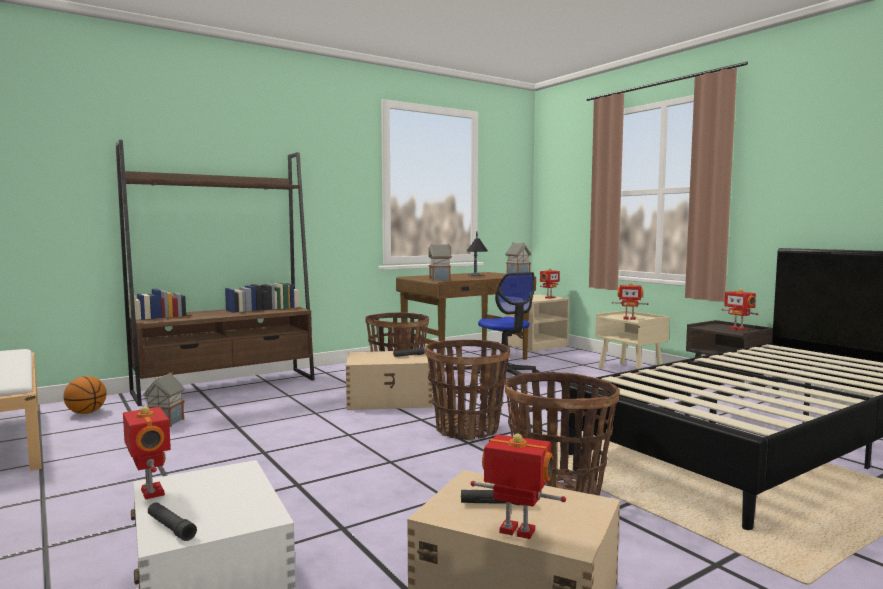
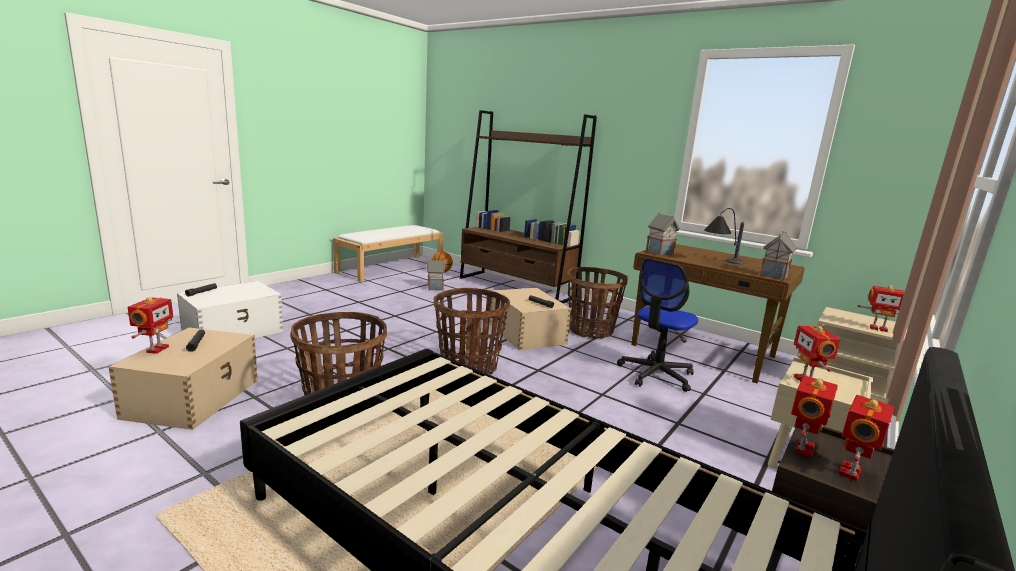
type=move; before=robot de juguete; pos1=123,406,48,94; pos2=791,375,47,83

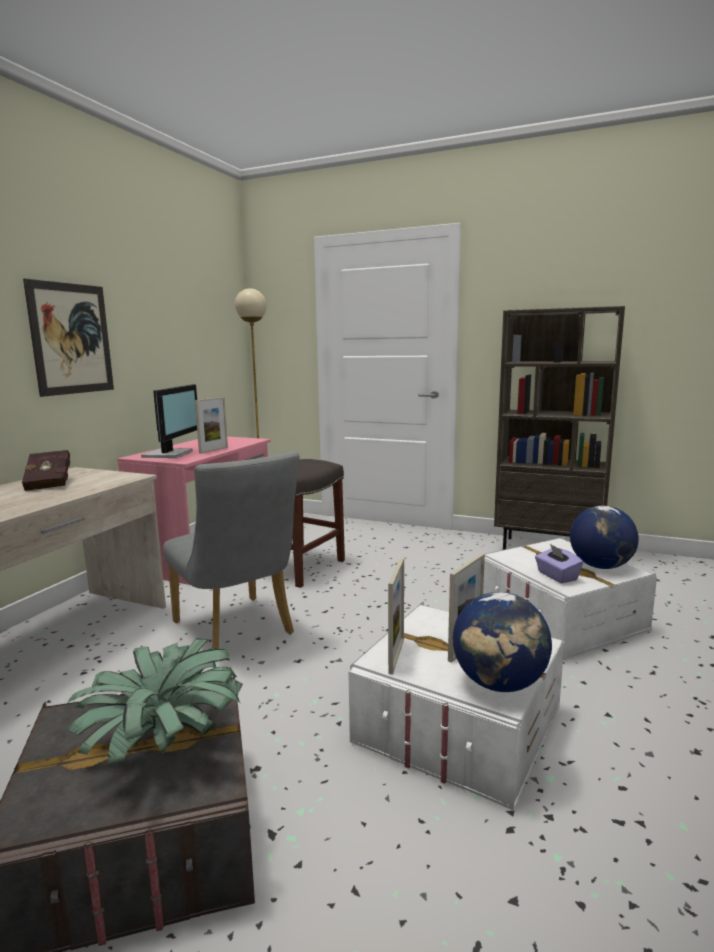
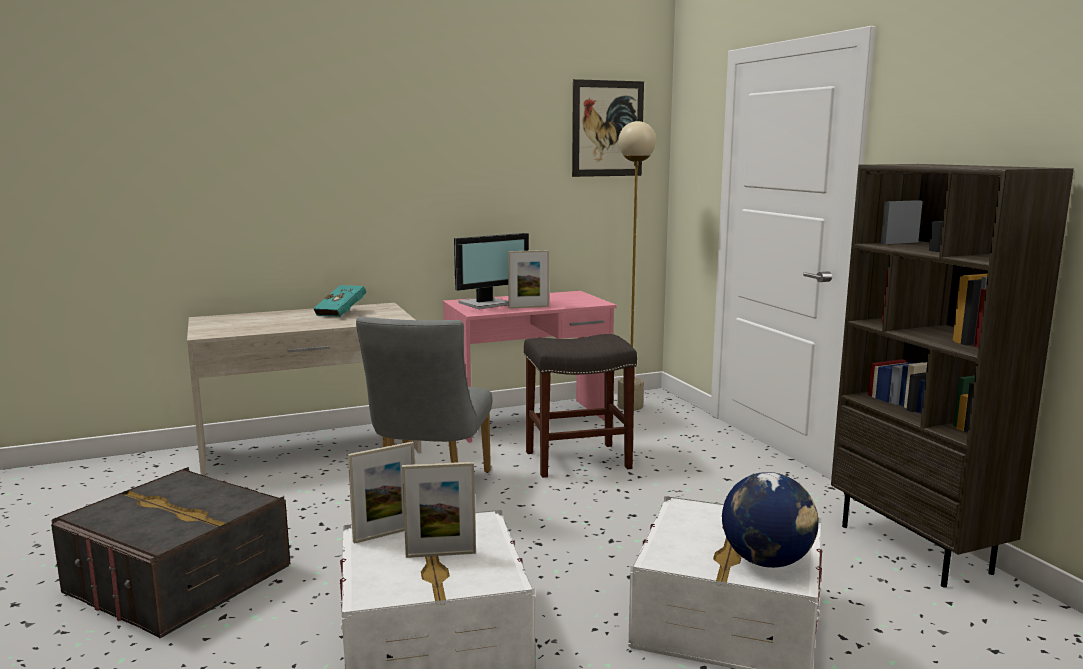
type=delete; before=planta en maceta; pos1=67,638,176,126
type=delete; before=globo terráqueo; pos1=453,592,99,100
type=delete; before=caja de pañuelos/morado; pos1=535,544,48,39
type=move; before=cuadro; pos1=23,279,91,118; pos2=572,79,72,98
type=recolor; before=libro/rojo; after=libro/turquesa; pos1=22,450,48,41; pos2=313,285,53,32

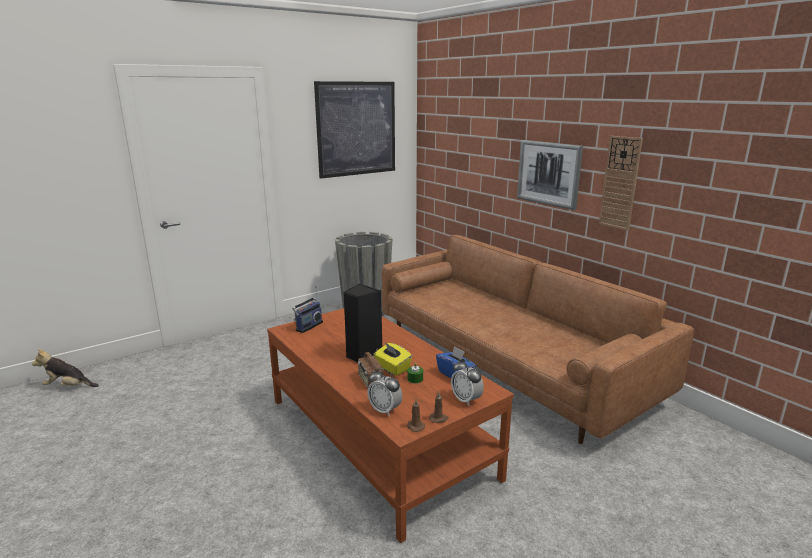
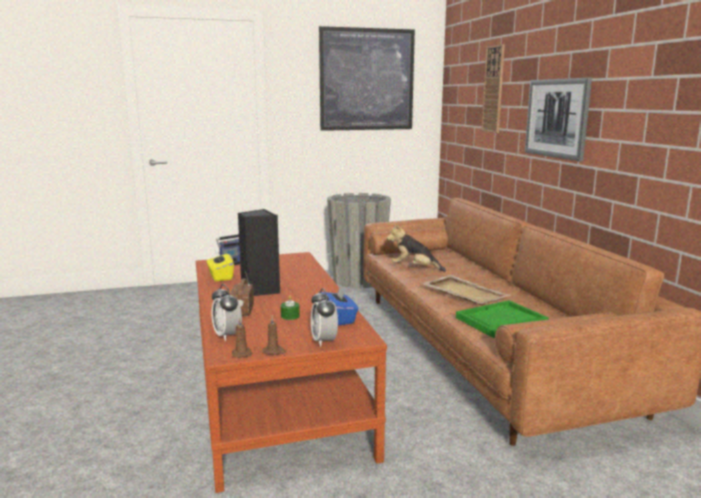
type=insert; after=bandeja/beis; pos2=420,275,92,31
type=insert; after=bandeja/verde; pos2=456,300,93,38
type=move; before=peluche; pos1=32,349,67,38; pos2=387,223,59,49
type=move; before=caja de pañuelos/amarillo; pos1=374,343,38,33; pos2=207,251,27,31
type=move; before=reloj de pared; pos1=599,136,44,95; pos2=481,44,24,89

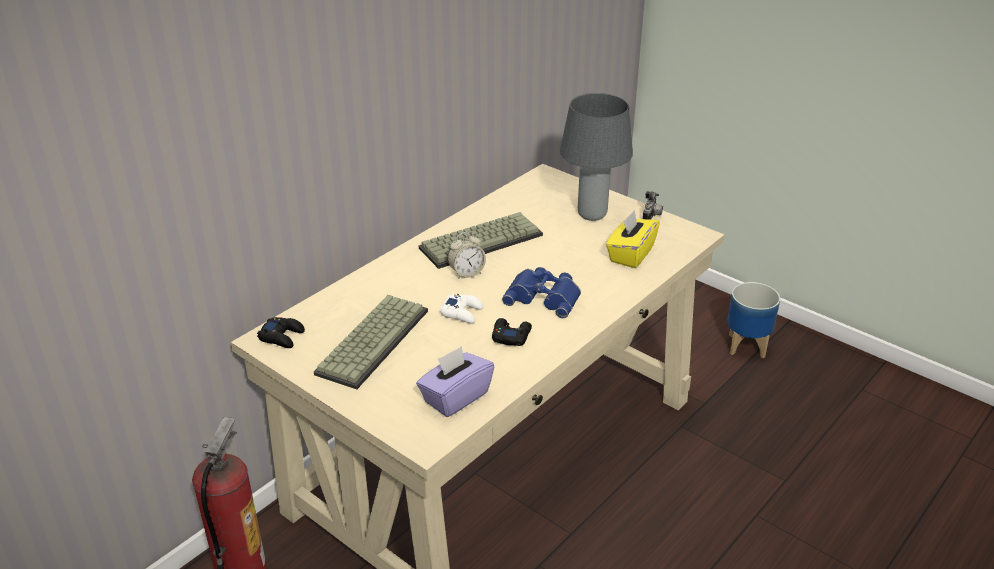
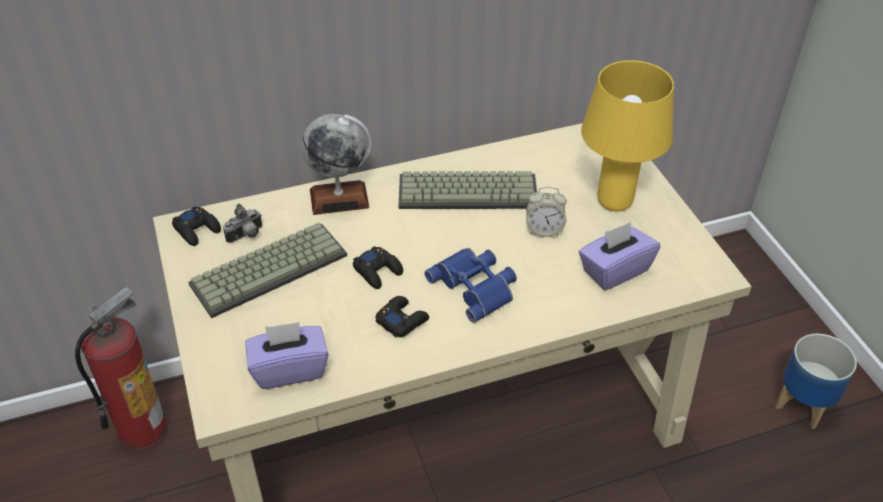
type=insert; after=globo terráqueo; pos2=302,114,69,101
type=move; before=despertador; pos1=448,232,38,48; pos2=526,187,41,50
type=move; before=cámara; pos1=643,191,20,29; pos2=223,204,39,39
type=recolor; before=mando de consola/blanco; after=mando de consola/negro; pos1=440,294,43,30; pos2=353,246,50,43
type=recolor; before=lámpara de mesa/gris; after=lámpara de mesa/amarillo; pos1=560,93,73,128; pos2=581,60,93,152
type=recolor; before=caja de pañuelos/amarillo; after=caja de pañuelos/morado; pos1=606,210,54,58; pos2=579,222,82,68

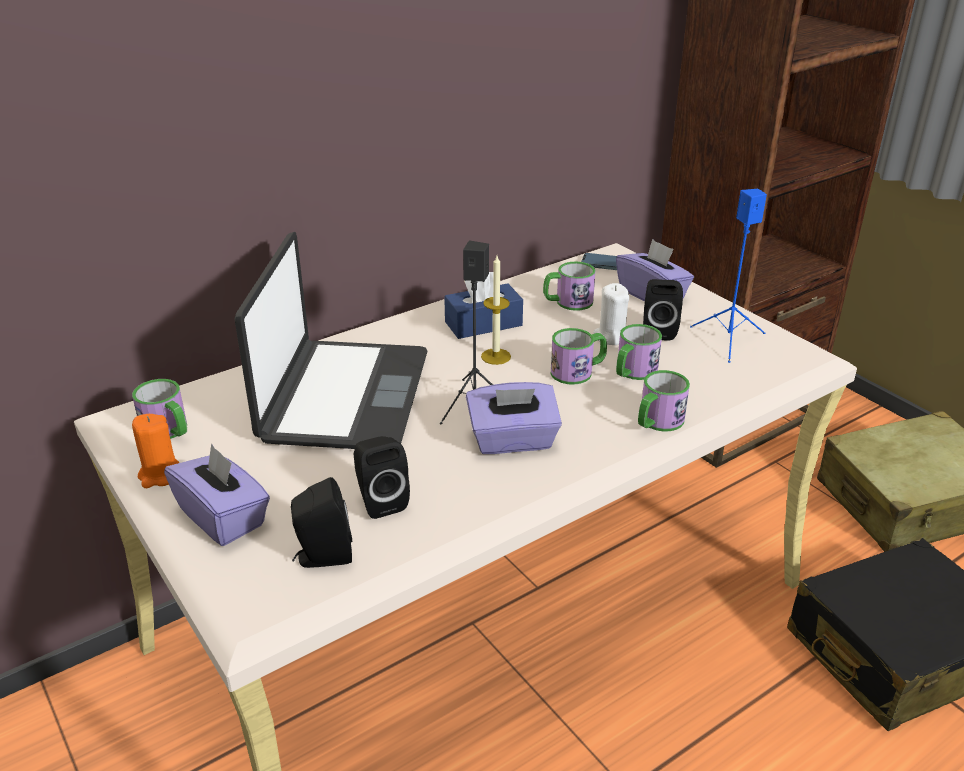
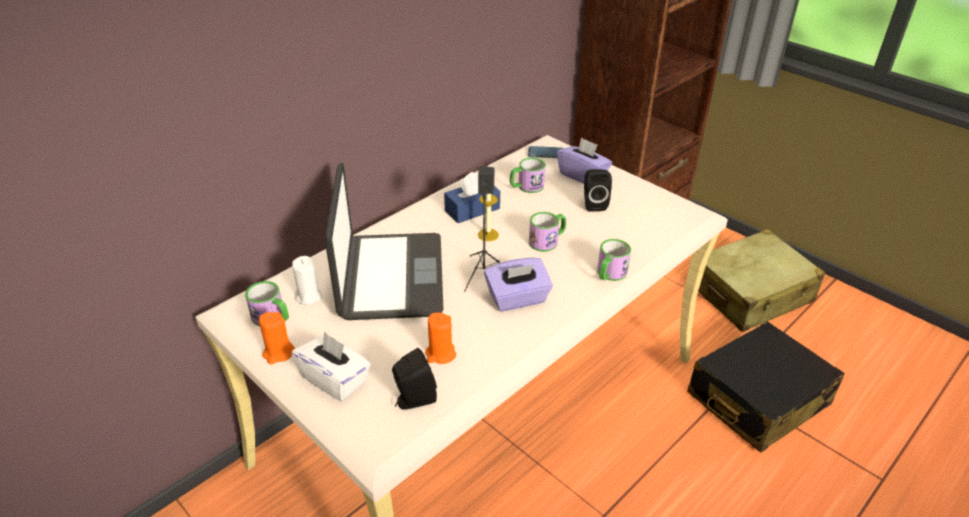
type=delete; before=taza grande; pos1=616,324,46,56
type=delete; before=altavoz/azul; pos1=690,189,77,174
type=move; before=vela/blanco; pos1=593,283,36,62; pos2=292,256,30,49
type=replace; before=altavoz/negro; after=vela/naranja; pos1=354,436,56,83; pos2=425,313,31,51
type=recolor; before=caja de pañuelos/morado; after=caja de pañuelos/blanco; pos1=164,443,106,103; pos2=291,331,80,70

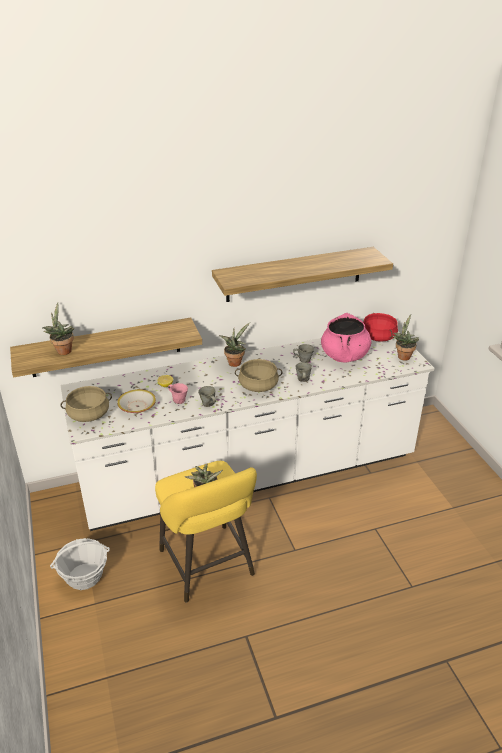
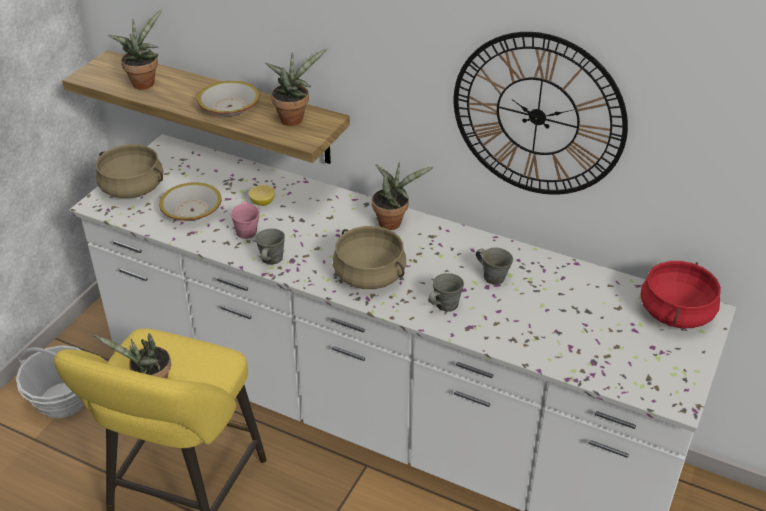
type=delete; before=olla/rosa; pos1=321,313,51,50
type=insert; after=cuenco; pos2=197,81,63,36
type=move; before=planta en maceta; pos1=393,314,26,47; pos2=265,48,62,78
type=replace; before=estante; after=reloj de pared; pos1=212,247,181,55; pos2=454,32,174,163

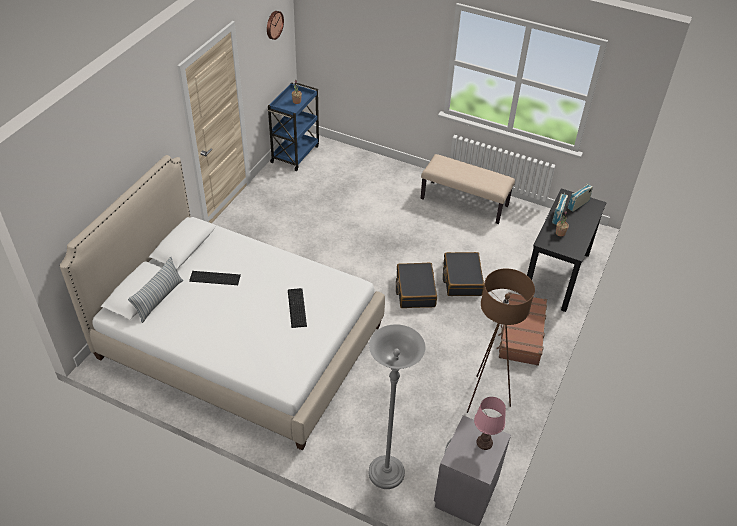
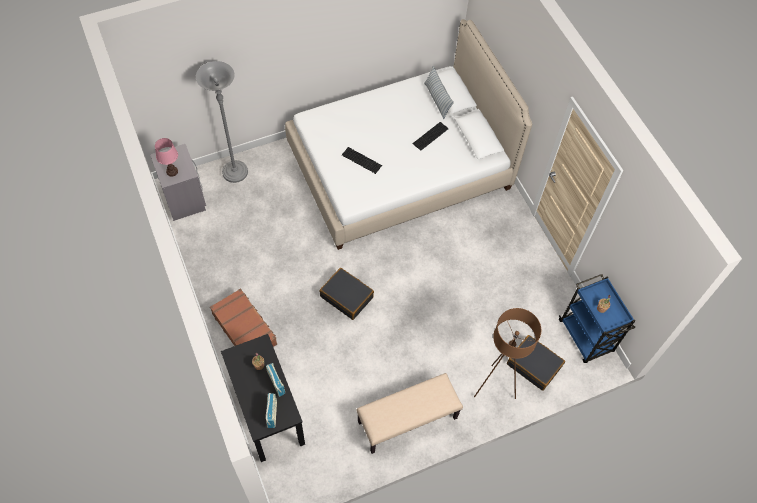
type=delete; before=reloj de pared; pos1=267,11,17,29
type=move; before=maleta/negro; pos1=443,252,41,44; pos2=507,335,58,56
type=move; before=lámpara de pie/marrón; pos1=467,268,68,145; pos2=474,308,67,91

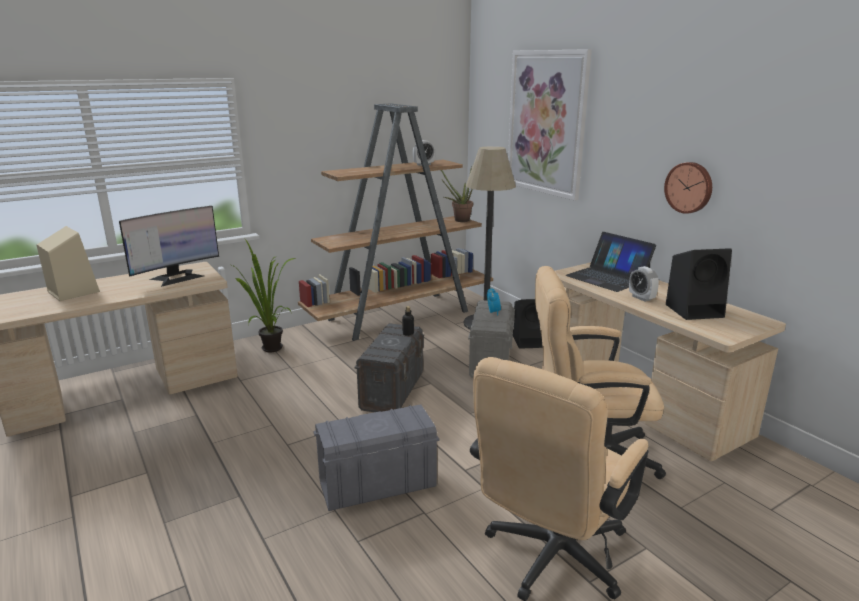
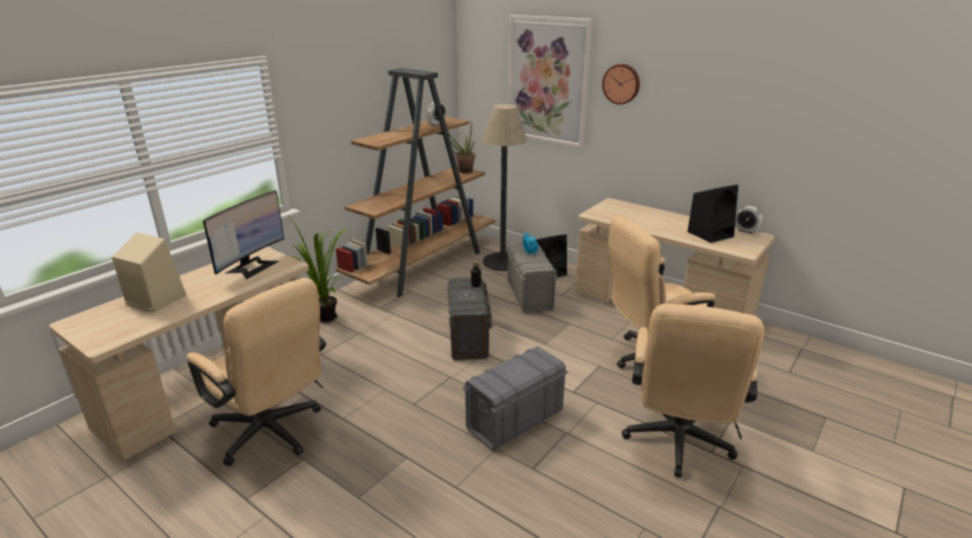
type=delete; before=portátil; pos1=565,232,91,60
type=insert; after=silla de oficina/beis; pos2=187,278,139,188
type=move; before=despertador; pos1=629,266,30,36; pos2=735,206,27,28
type=move; before=reloj de pared; pos1=664,162,48,52; pos2=602,64,38,41

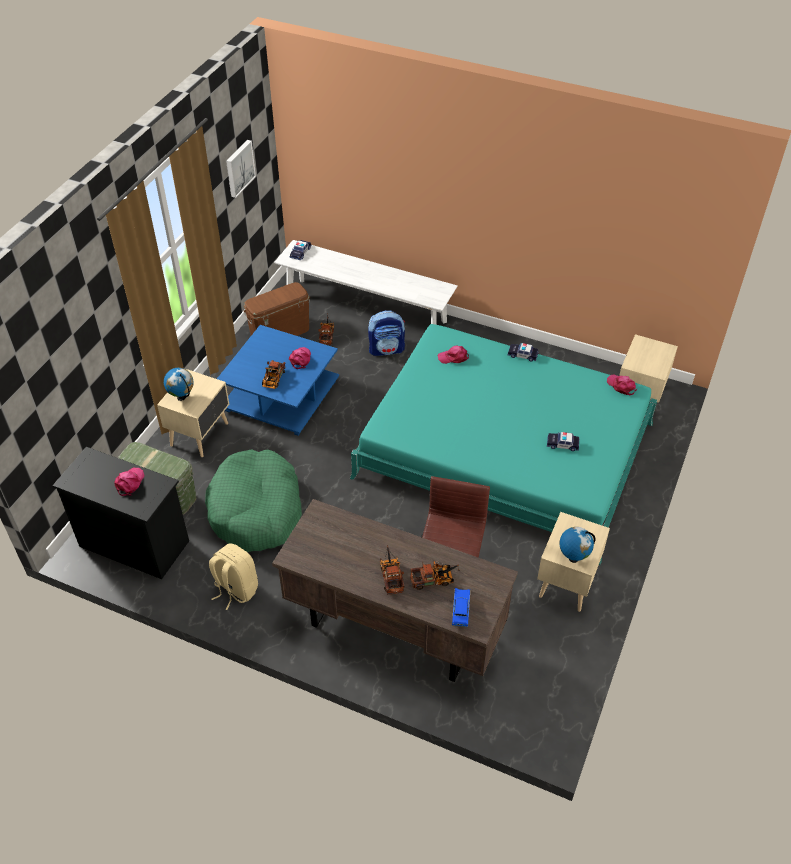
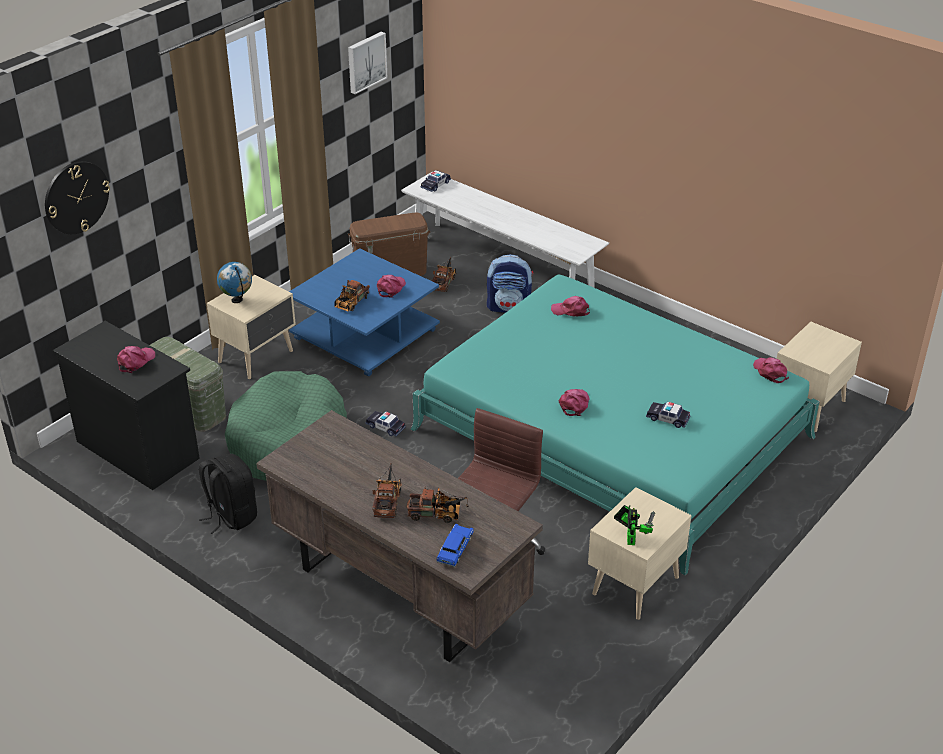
type=insert; after=reloj de pared; pos2=45,161,65,73
type=insert; after=gorra/rosa; pos2=559,389,30,27
type=move; before=coche de juguete; pos1=508,343,31,19; pos2=366,411,40,25
type=replace; before=globo terráqueo; after=robot de juguete; pos1=559,527,36,36; pos2=614,505,41,40
type=recolor; before=mochila/beis; after=mochila/negro; pos1=209,543,49,67; pos2=199,454,58,80

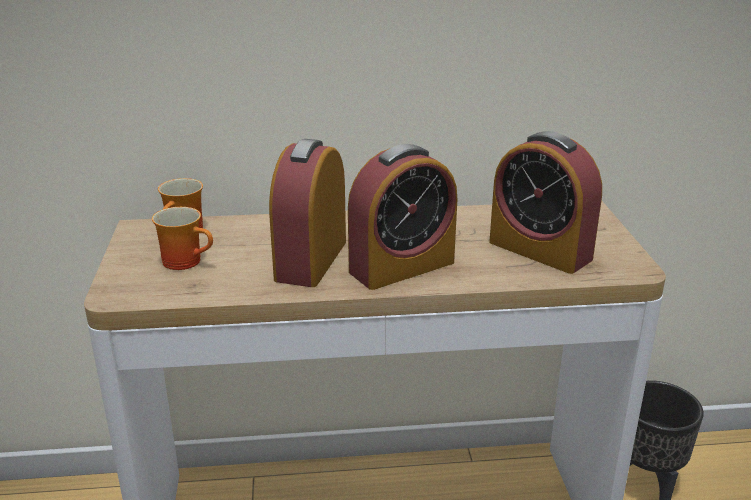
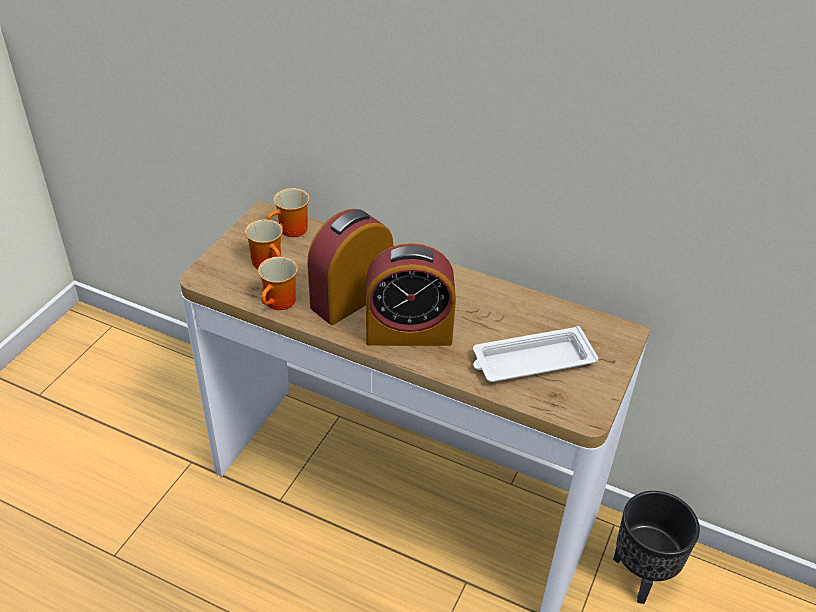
type=insert; after=taza grande; pos2=258,257,40,53
type=replace; before=despertador; after=bandeja/blanco; pos1=489,131,113,143; pos2=473,326,126,56

